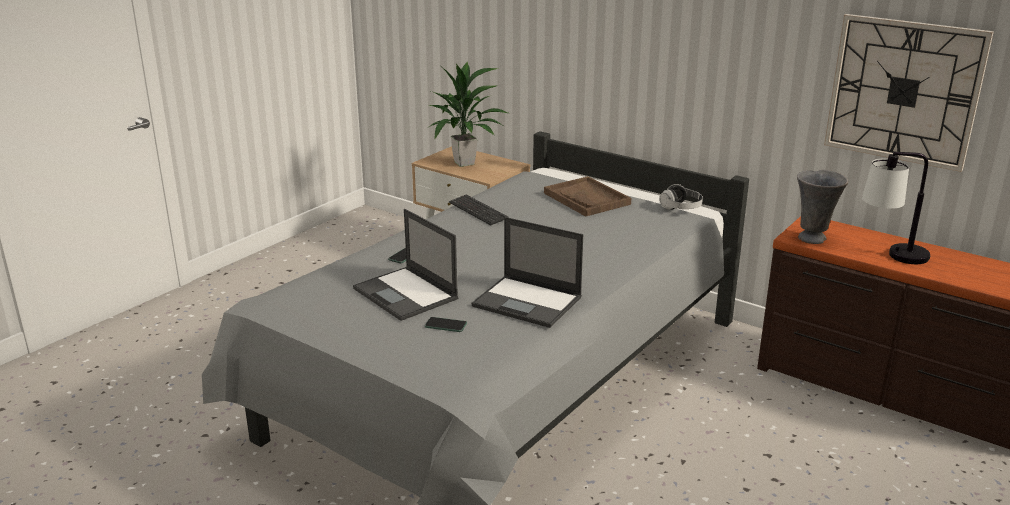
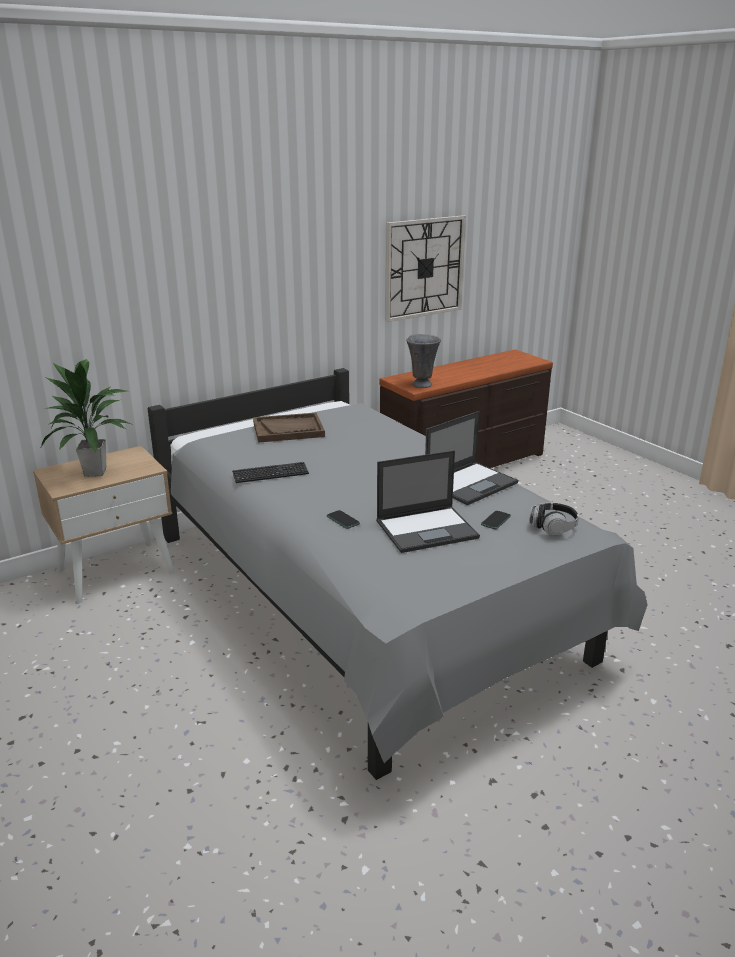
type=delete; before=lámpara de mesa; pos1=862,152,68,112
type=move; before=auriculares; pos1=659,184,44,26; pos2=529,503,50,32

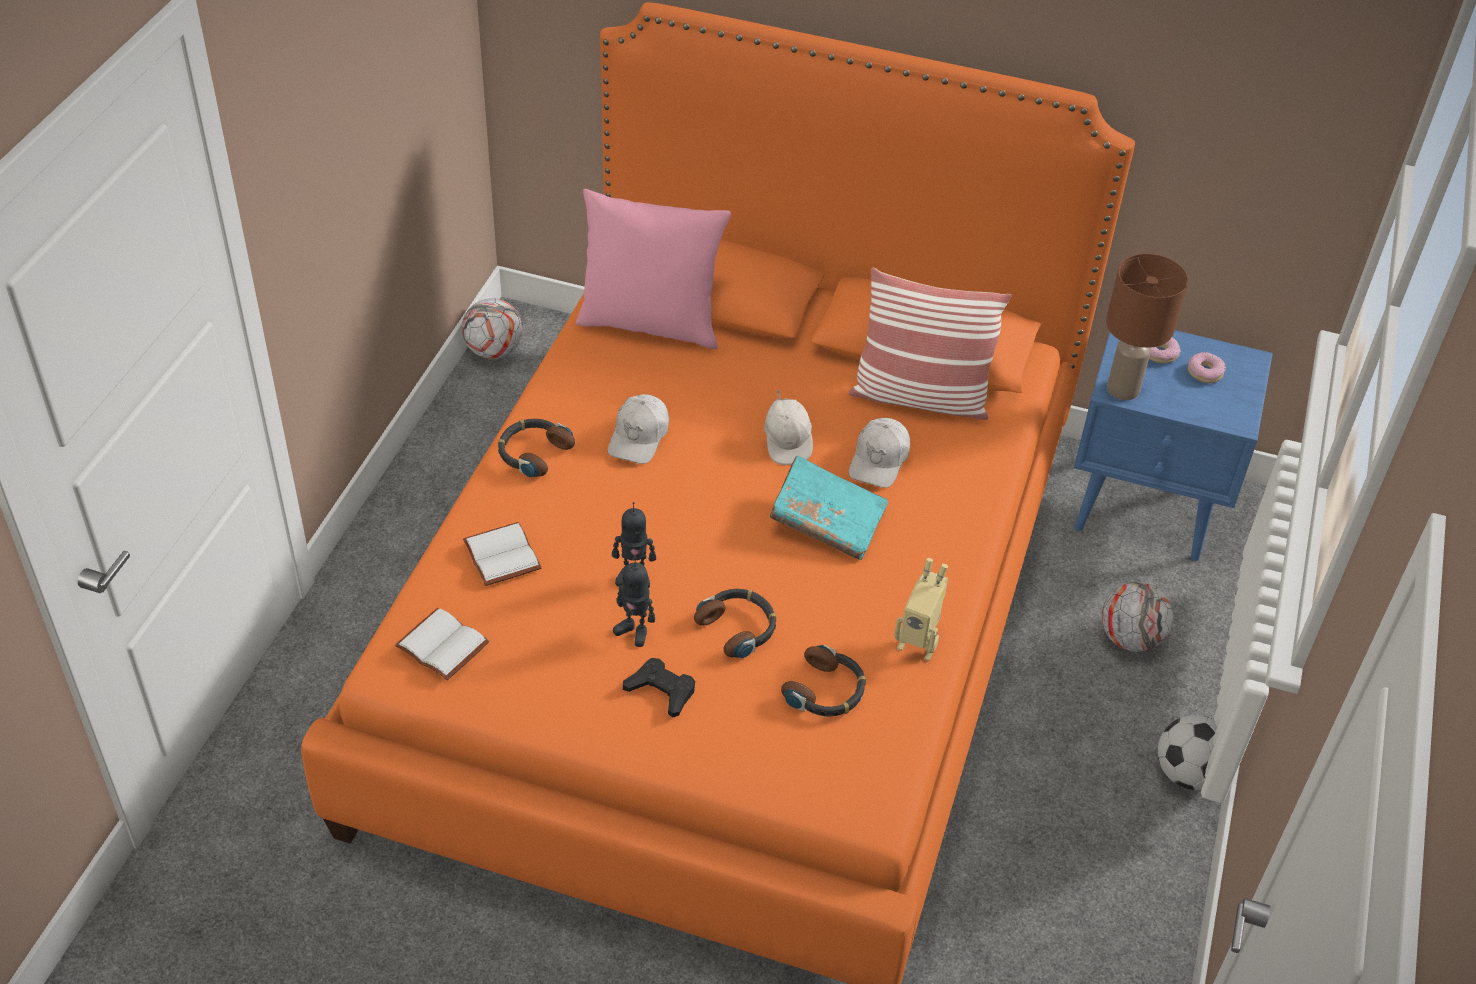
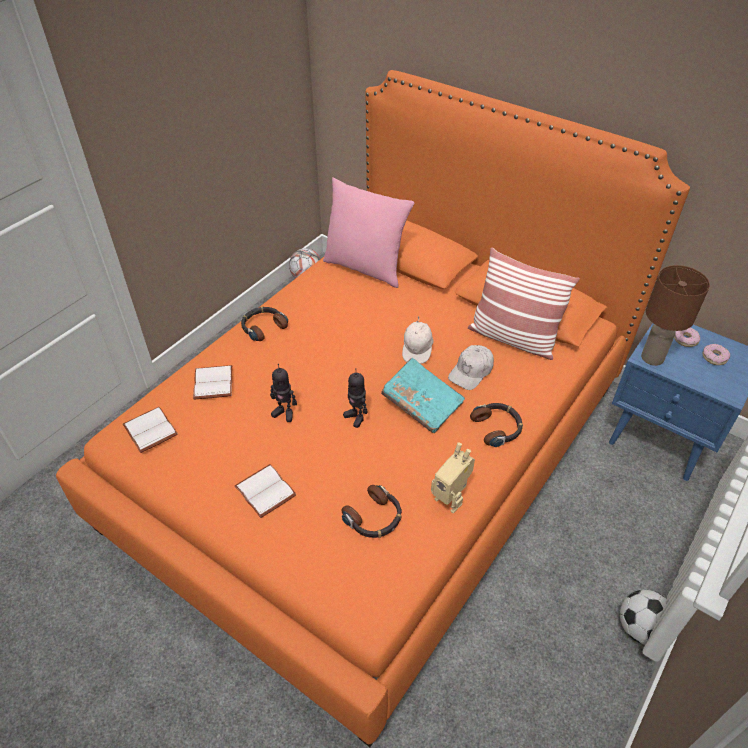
type=delete; before=gorra/blanco; pos1=608,394,61,70
type=delete; before=balón de fútbol; pos1=1102,582,71,70
type=move; before=robot de juguete; pos1=613,557,42,90; pos2=343,368,25,60
type=move; before=auriculares; pos1=694,589,82,69; pos2=470,403,53,44
type=replace; before=mando de consola/negro; after=libro/blanco; pos1=623,658,72,60; pos2=235,464,62,54

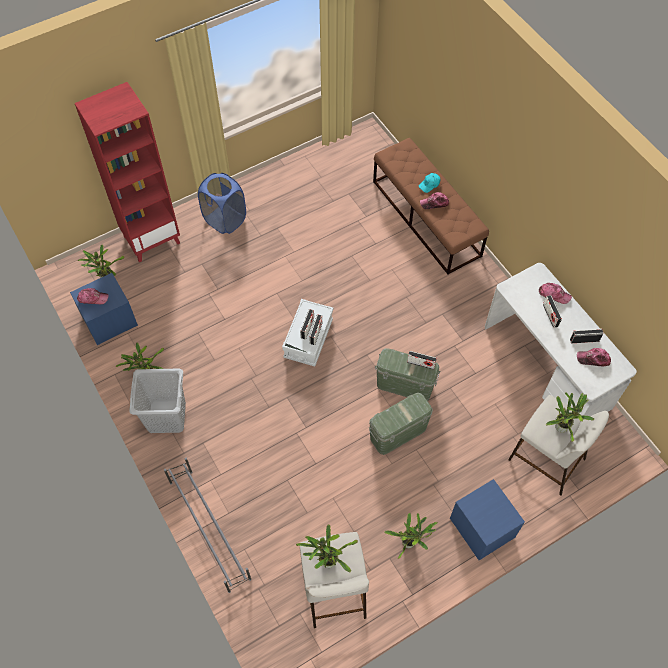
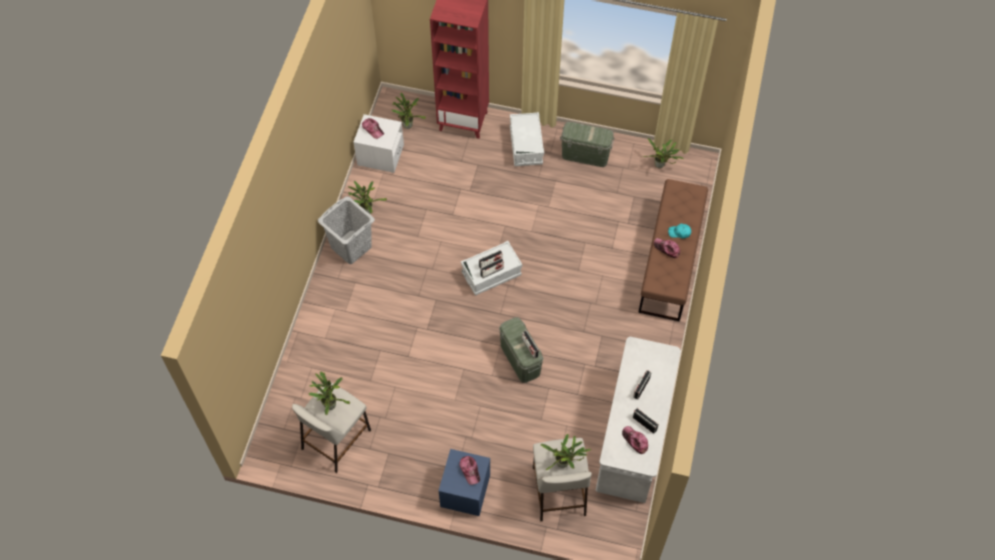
type=delete; before=zapatero/gris; pos1=164,458,88,135
type=move; before=caja de almacenaje/verde; pos1=369,393,64,62; pos2=560,122,54,45
type=move; before=planta en maceta; pos1=384,513,54,46; pos2=642,138,42,30
type=move; before=gorra; pos1=539,283,33,21; pos2=459,456,21,29
type=replace; before=cesto de la ropa/azul; after=caja de almacenaje/blanco; pos1=198,173,48,61; pos2=510,112,34,54
type=recolor; before=mesita de noche/azul; after=mesita de noche/blanco; pos1=70,273,68,72; pos2=353,114,51,59

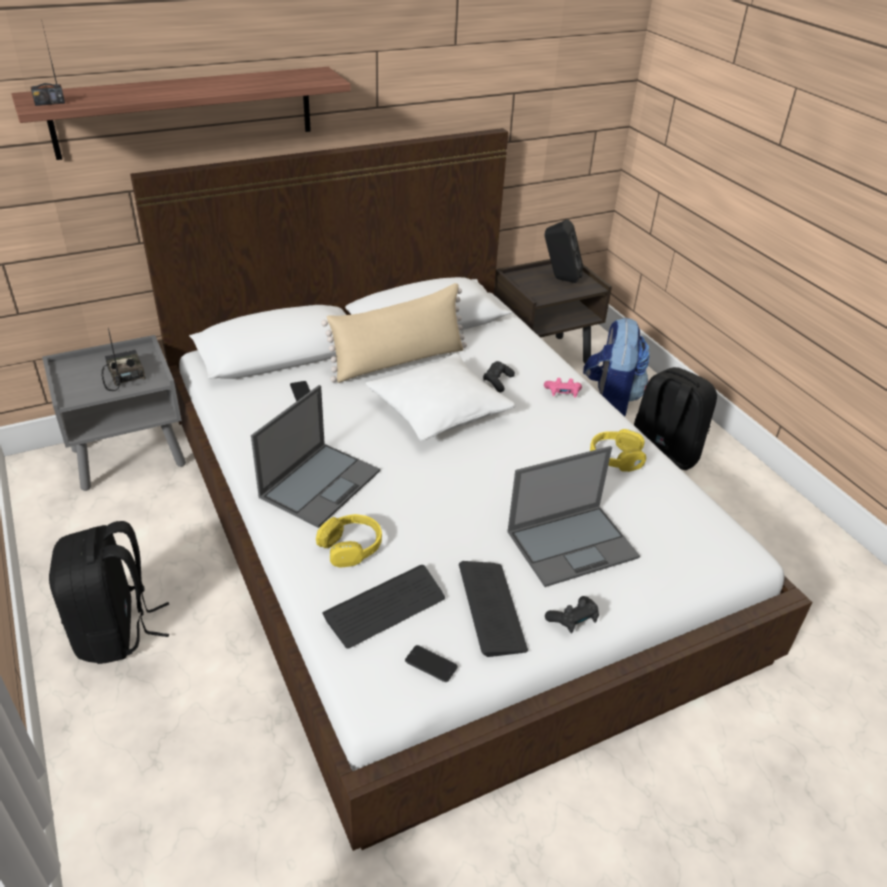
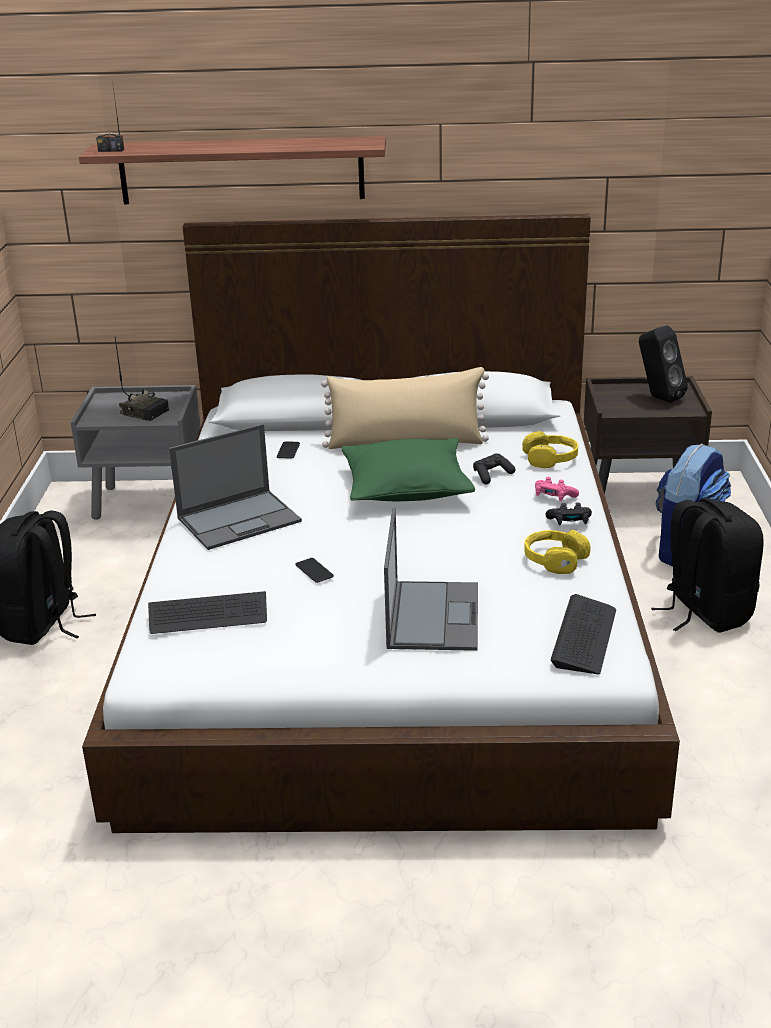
type=move; before=auriculares/amarillo; pos1=316,514,66,54; pos2=522,431,56,37
type=move; before=móvil; pos1=405,645,53,37; pos2=295,558,39,25
type=move; before=teclado; pos1=459,561,69,96; pos2=550,594,66,80
type=move; before=mando de consola/negro; pos1=545,596,54,37; pos2=545,503,47,23
type=recolor; before=cojín/blanco; after=cojín/verde; pos1=366,353,149,88; pos2=342,438,133,63
type=rotate; before=radio; pos1=101,328,45,63; pos2=115,338,54,83; turn=120
type=rotate; before=portátil; pos1=507,446,133,141; pos2=384,508,94,143; turn=-90

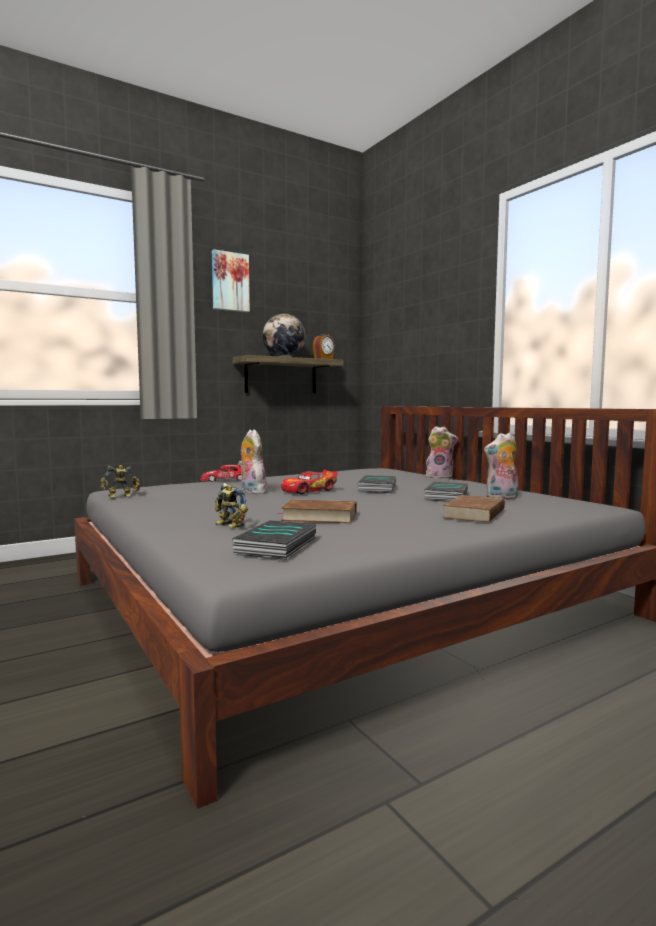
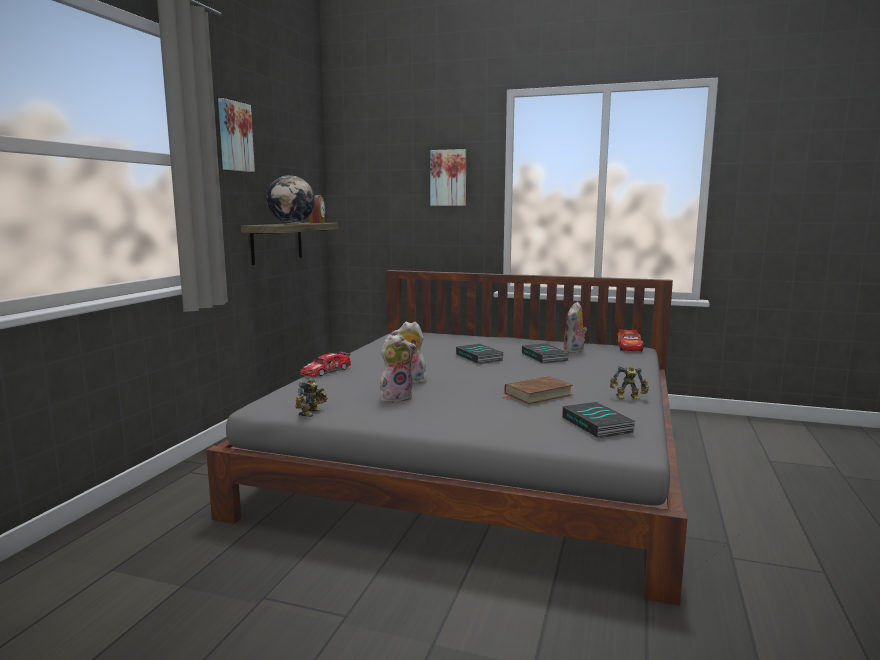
type=delete; before=libro/marrón; pos1=443,495,62,27
type=insert; after=cuadro; pos2=430,149,36,57
type=move; before=robot de juguete; pos1=215,483,33,45; pos2=610,366,39,34
type=move; before=coche de juguete; pos1=281,470,57,24; pos2=617,329,27,22
type=move; before=peluche; pos1=426,426,32,53; pos2=380,334,37,69

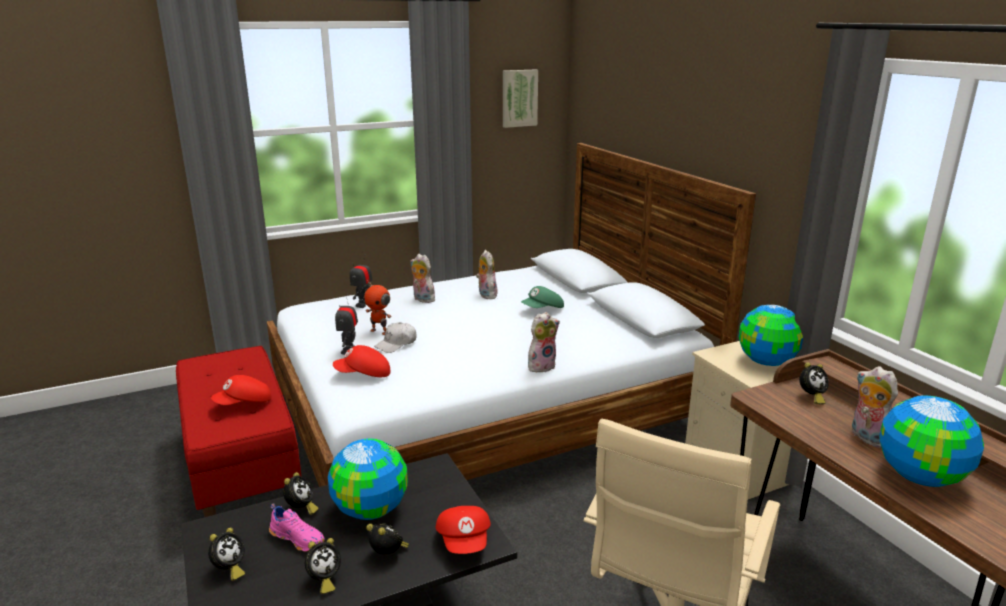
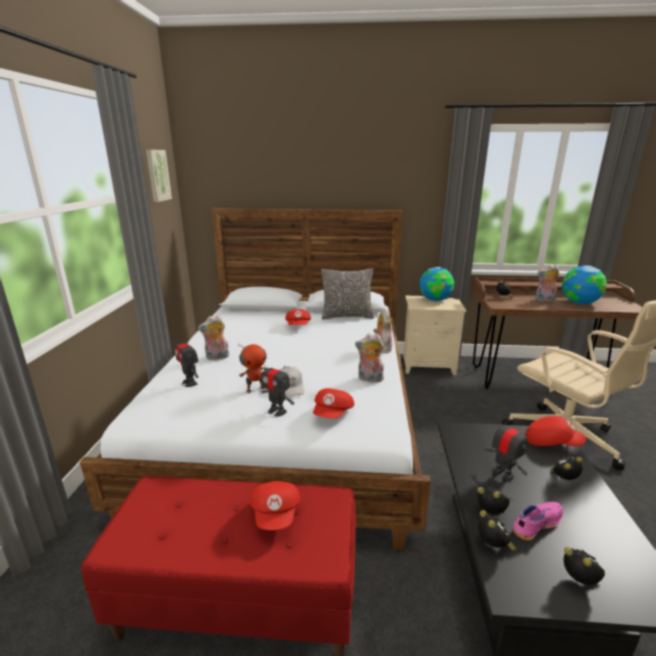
type=insert; after=cojín; pos2=321,268,53,51
type=move; before=despertador; pos1=305,538,36,56; pos2=478,510,38,40
type=move; before=peluche; pos1=476,250,21,49; pos2=355,334,30,48
type=replace; before=globo terráqueo; after=robot de juguete; pos1=328,438,80,82; pos2=485,415,45,67
type=recolor; before=gorra/verde; after=gorra/rojo; pos1=521,286,43,22; pos2=285,309,26,16

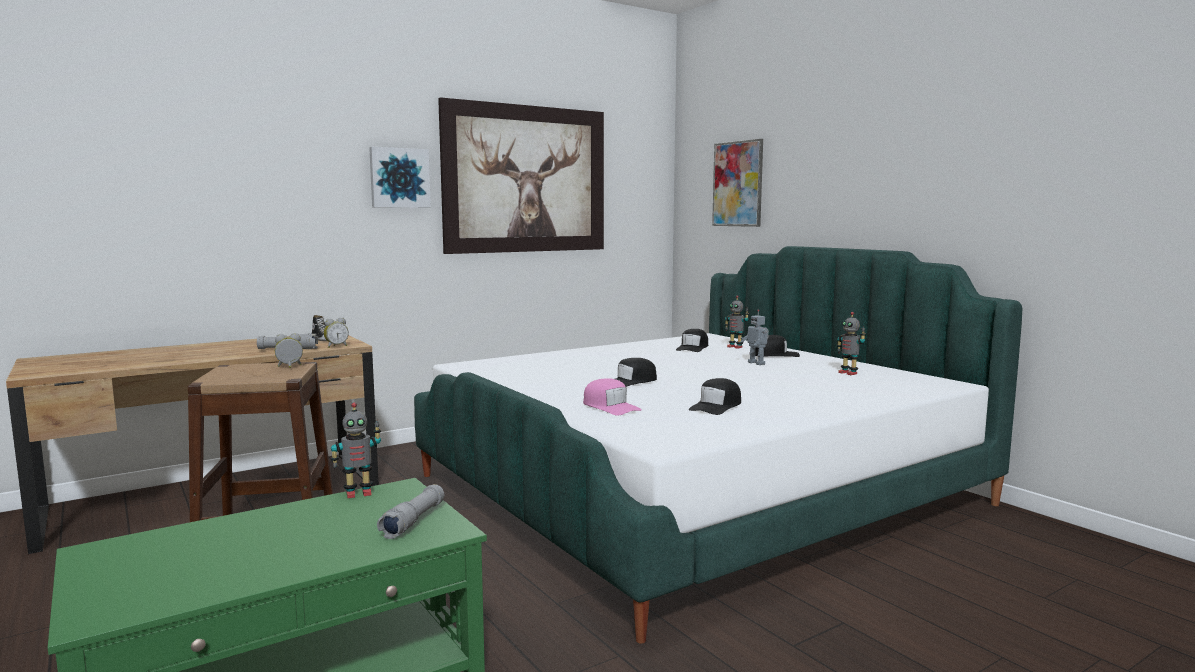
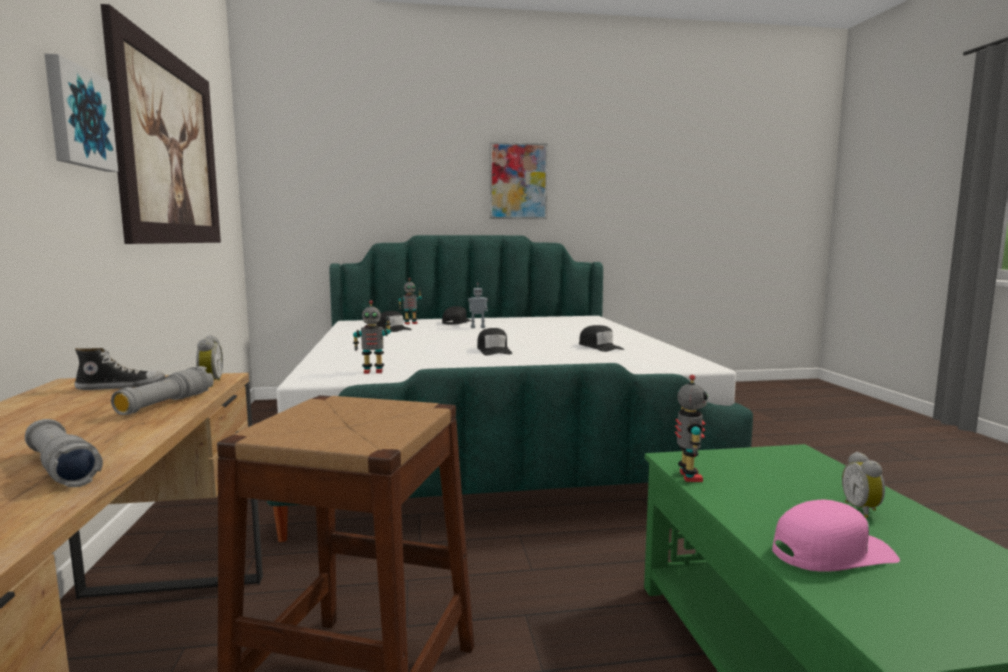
type=move; before=despertador; pos1=275,333,28,35; pos2=842,452,43,66
type=move; before=linterna/gris; pos1=377,484,67,55; pos2=25,419,78,68
type=move; before=gorra/rosa; pos1=583,378,59,37; pos2=772,499,128,73
type=move; before=cuadro; pos1=712,139,51,88; pos2=490,142,58,77
type=move; before=robot de juguete; pos1=836,312,30,63; pos2=353,300,38,74

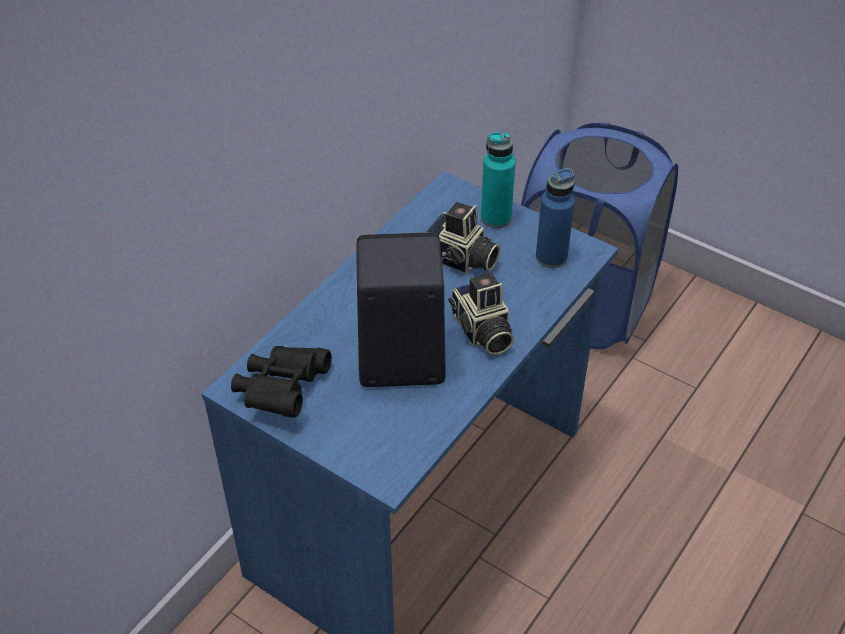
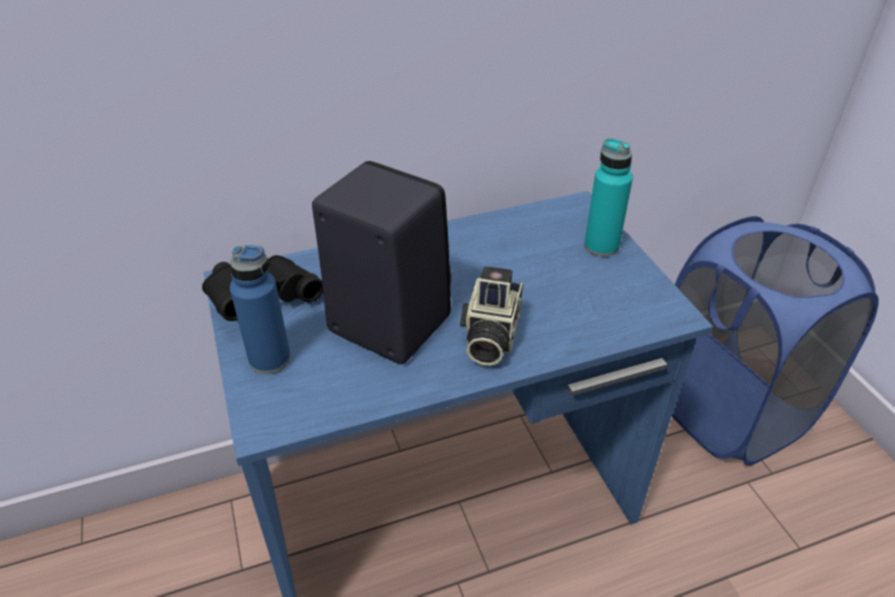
type=delete; before=cámara; pos1=426,202,74,72
type=move; before=botella/azul; pos1=536,168,39,100; pos2=230,245,61,129

